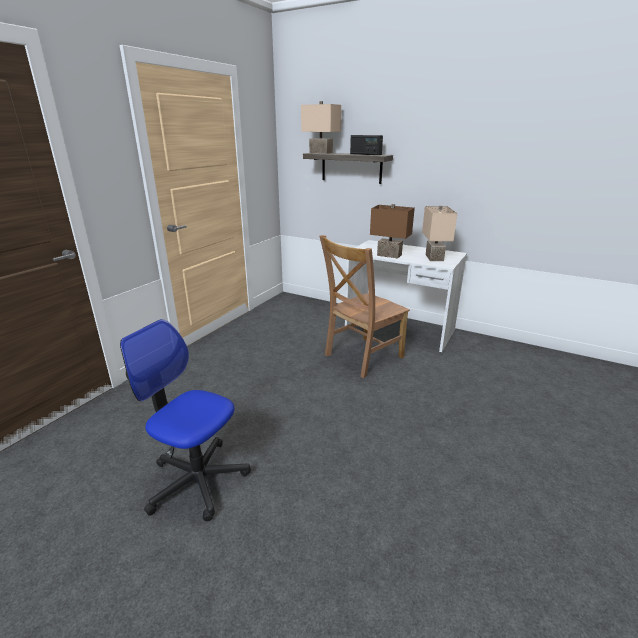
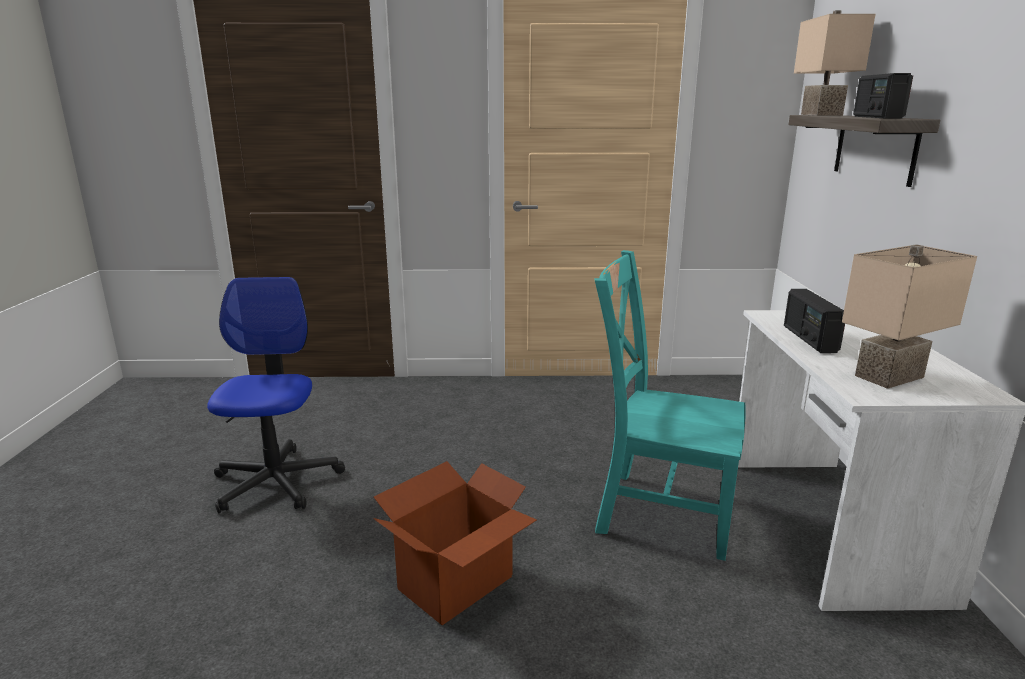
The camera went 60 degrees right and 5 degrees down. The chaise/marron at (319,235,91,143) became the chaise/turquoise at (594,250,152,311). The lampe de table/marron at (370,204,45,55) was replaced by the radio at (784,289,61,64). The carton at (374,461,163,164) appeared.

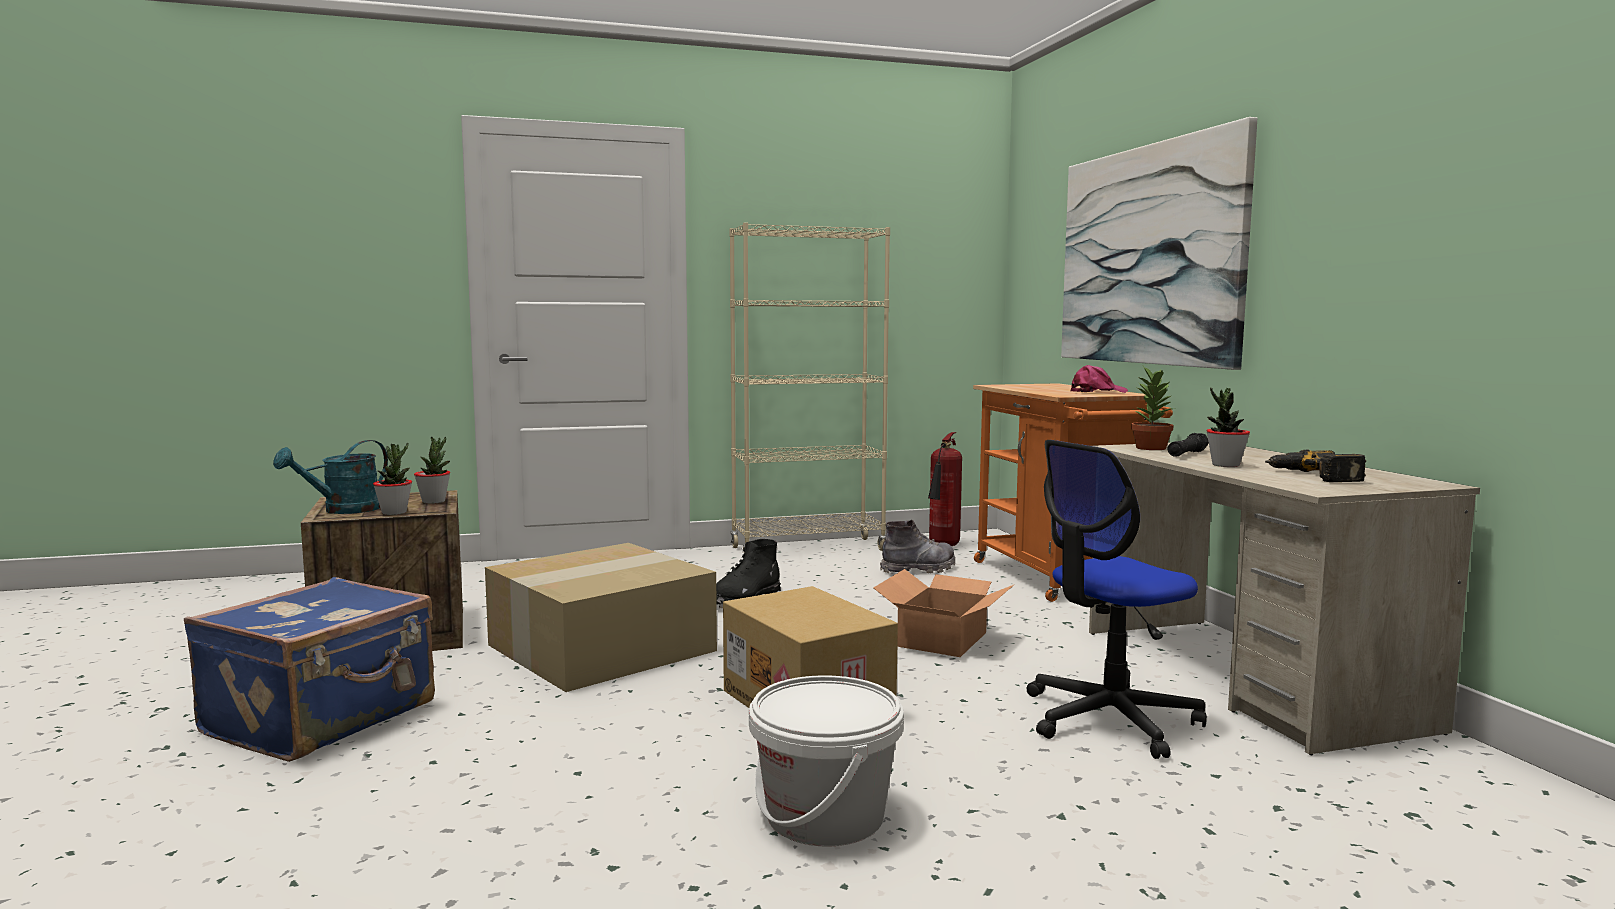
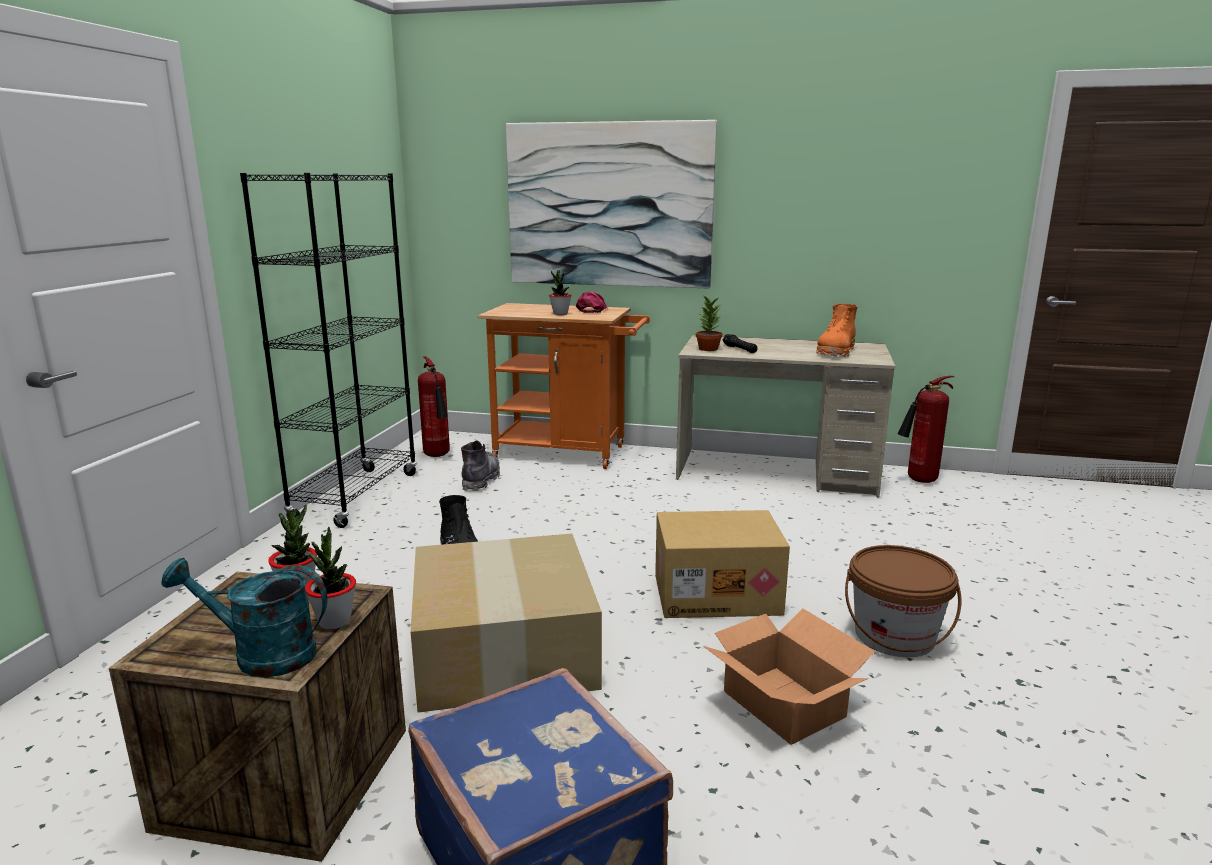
The camera went 60 degrees left and 10 degrees up. The arrosoir/turquoise at (273,440,115,74) turned 120 degrees clockwise. The bibliothèque/beige at (729,223,161,332) became the bibliothèque/noir at (240,173,177,355). The seau/blanc at (749,675,155,172) became the seau/marron at (845,545,116,113). The carton moved from (873,569,141,88) to (703,609,172,136). The chaise de bureau at (1027,440,180,319) disappeared. The plante en pot moved from (1206,388,44,79) to (549,270,22,45). The perceuse at (1265,450,101,32) was replaced by the botte/orange at (816,304,42,53). The extincteur at (898,376,56,107) appeared.

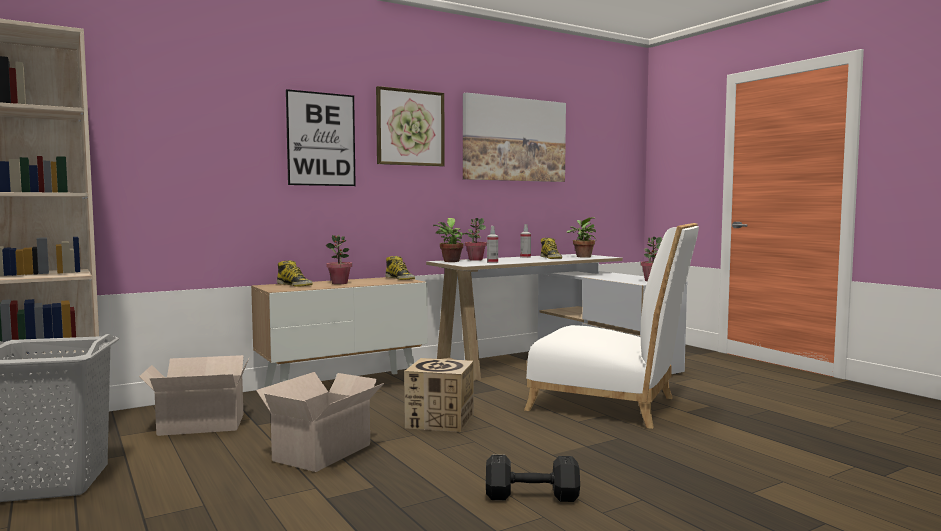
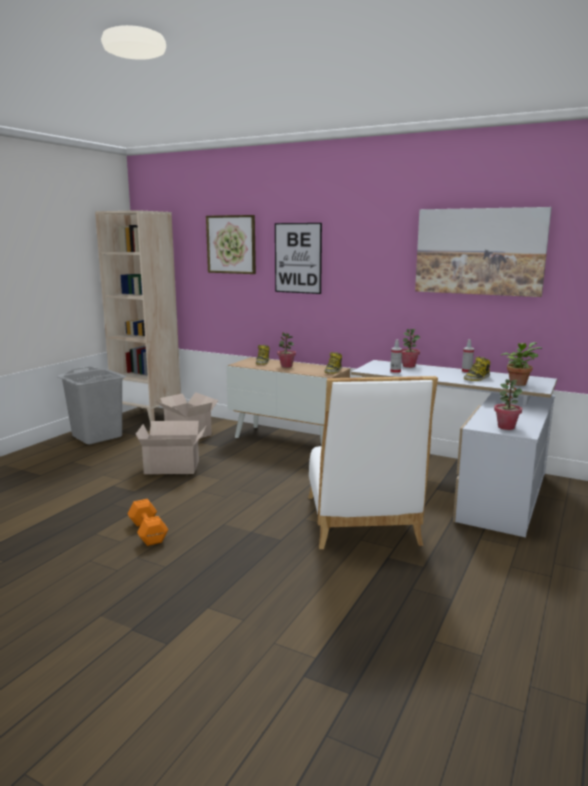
The camera went 60 degrees right and 10 degrees up. The tableau moved from (376,86,69,81) to (206,215,50,59). The carton at (404,358,70,74) disappeared. The plante en pot at (433,218,38,44) disappeared. The haltère/noir at (486,455,94,47) became the haltère/orange at (128,499,40,47).

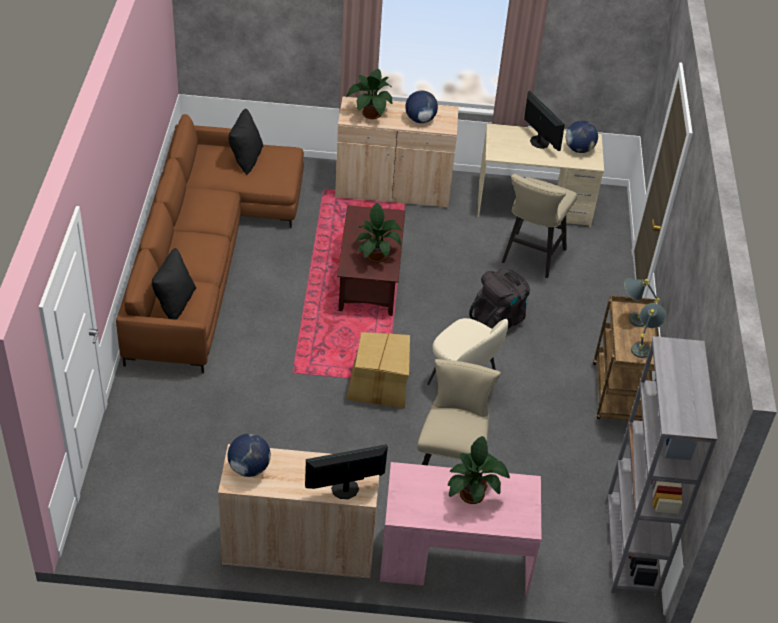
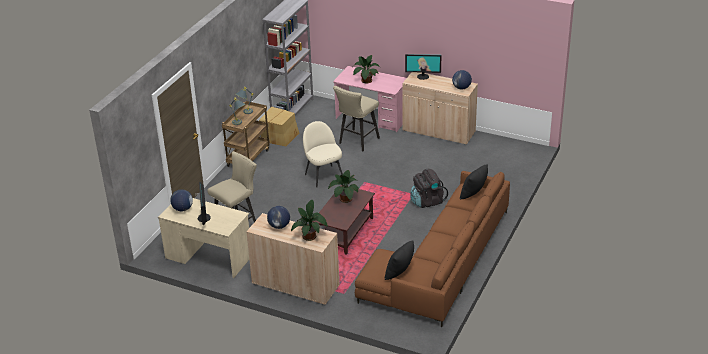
The camera went 155 degrees left and 10 degrees down. The carton moved from (346,332,64,77) to (259,106,40,40). The sac à dos/noir moved from (469,269,61,60) to (410,169,38,39).

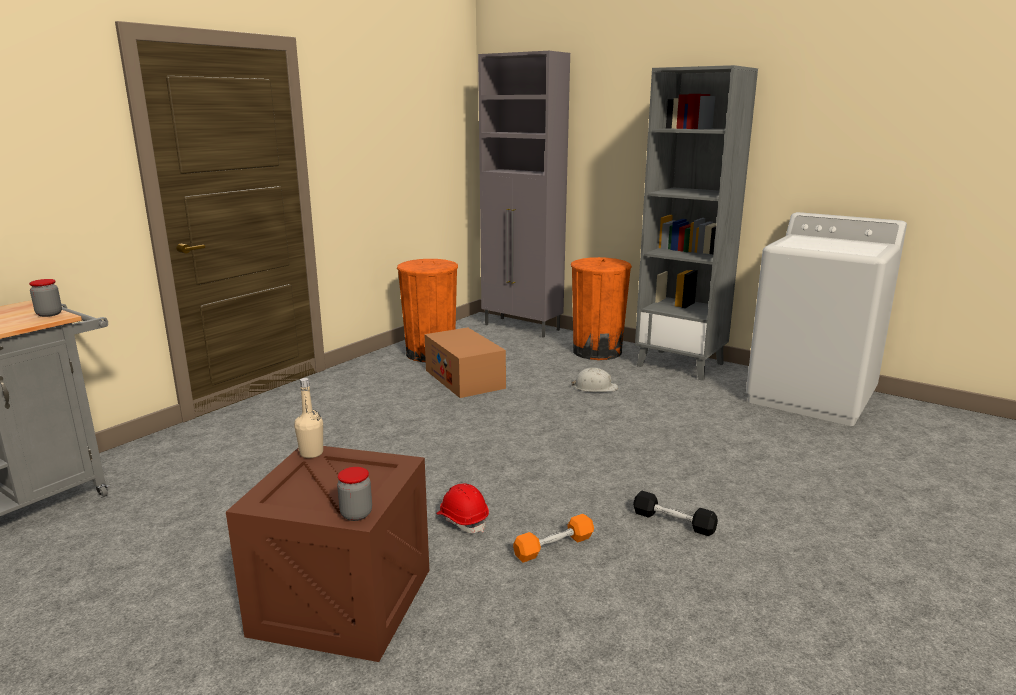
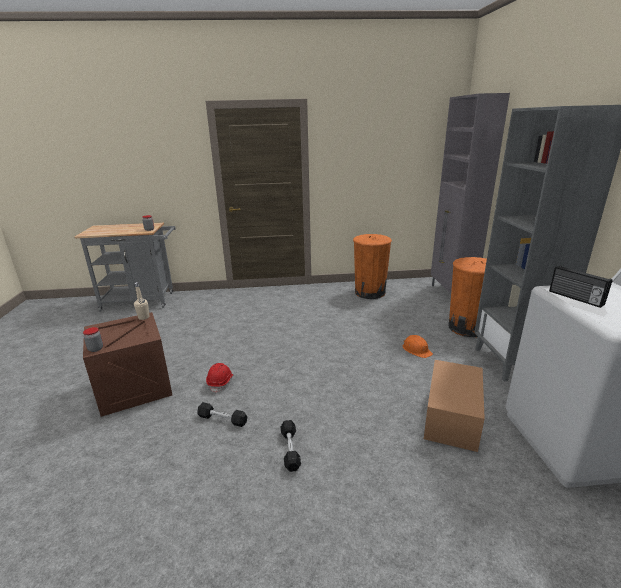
The camera went 50 degrees right and 5 degrees up. The carton moved from (424,327,82,71) to (424,360,61,92). The haltère/orange at (513,514,81,49) became the haltère/noir at (197,402,51,25). The casque de chantier/blanc at (571,368,47,24) became the casque de chantier/orange at (403,335,30,23). The radio at (549,266,64,42) appeared.

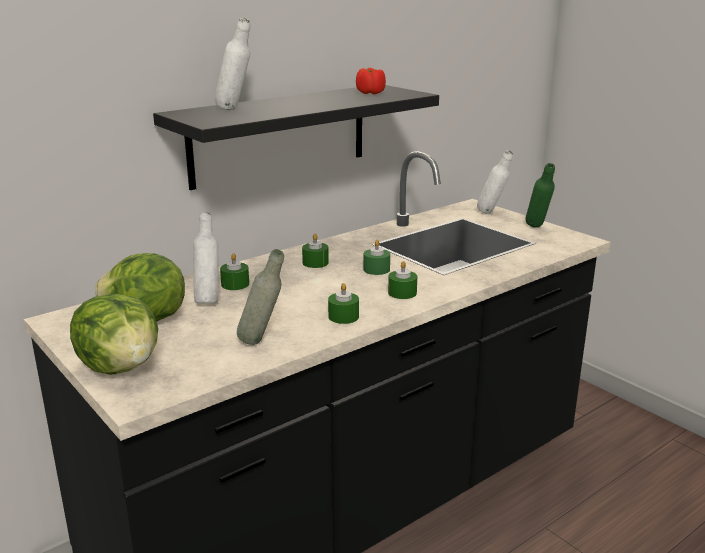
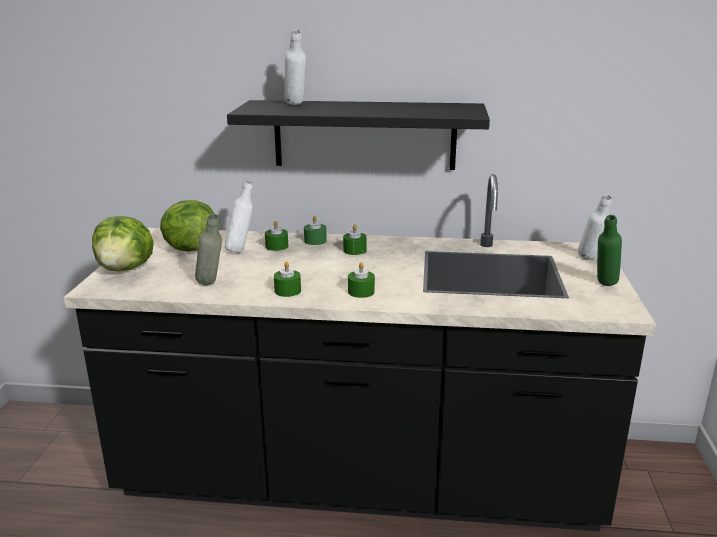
The camera went 45 degrees right and 0 degrees up. The tomate at (356,68,30,26) disappeared. The bougie/vert moved from (364,240,26,35) to (304,216,23,29).

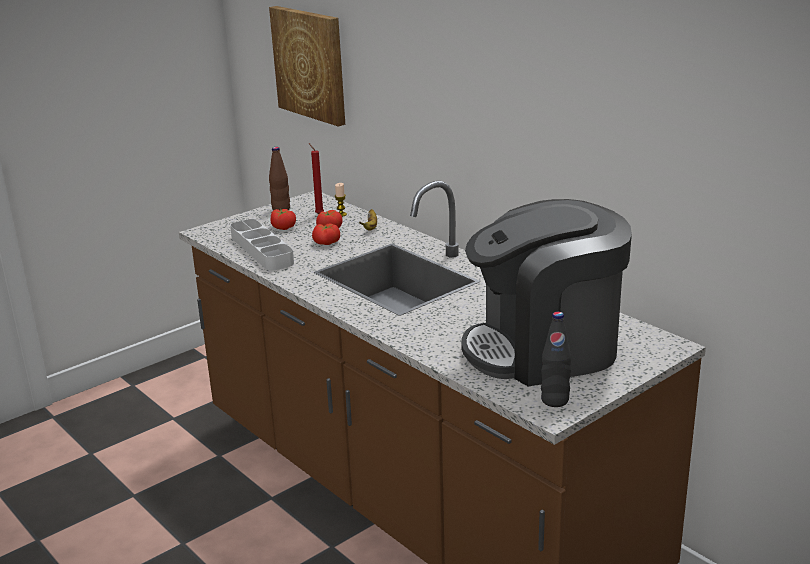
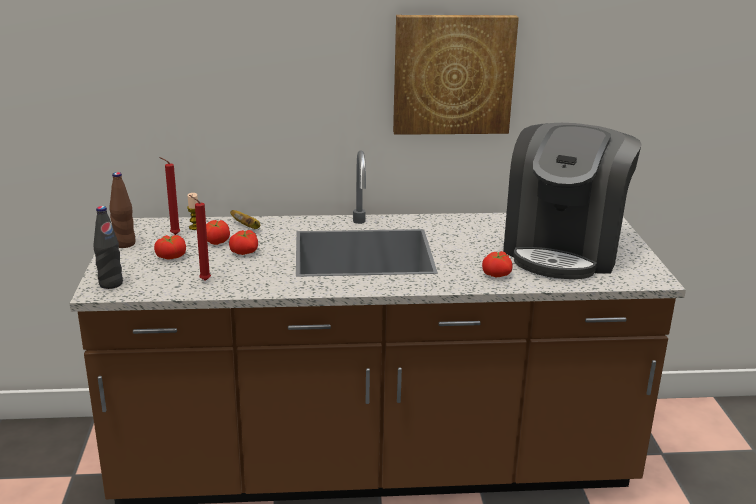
The camera went 55 degrees left and 0 degrees up. The plateau/gris at (230,219,64,51) was replaced by the bougie/rouge at (189,195,22,86). The tableau moved from (269,6,76,120) to (393,15,126,120). The bouteille/noir moved from (541,312,30,95) to (93,206,30,83). The tomate at (482,251,30,27) appeared.

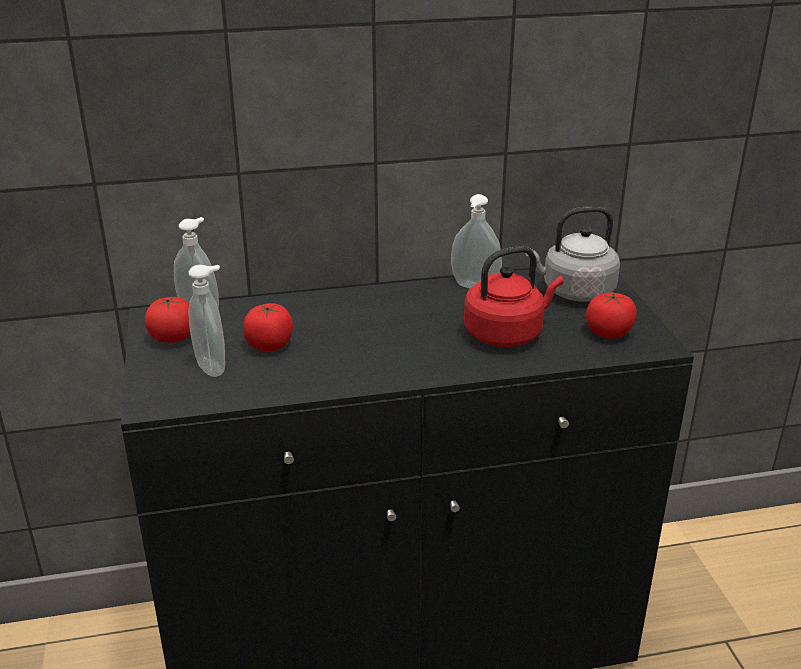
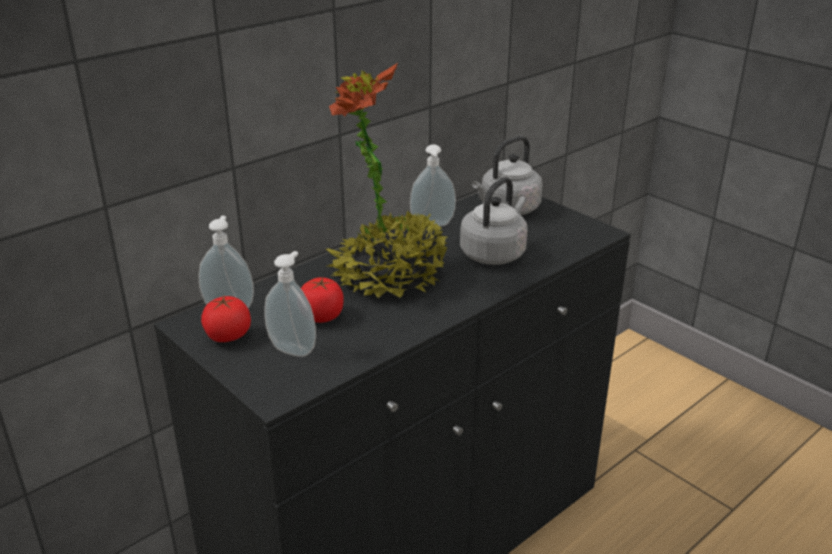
The camera went 30 degrees left and 0 degrees up. The bouilloire/rouge at (464,246,100,101) became the bouilloire/gris at (460,177,67,88). The tomate at (586,292,51,47) disappeared. The plante en pot at (326,63,121,235) appeared.

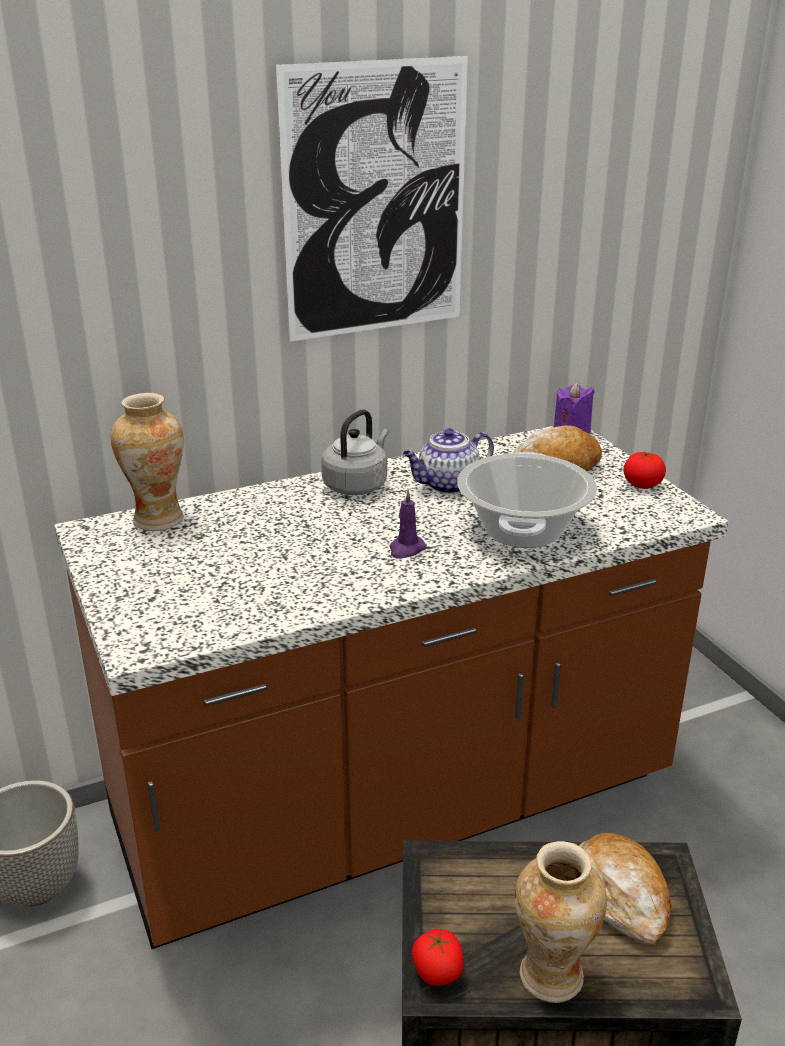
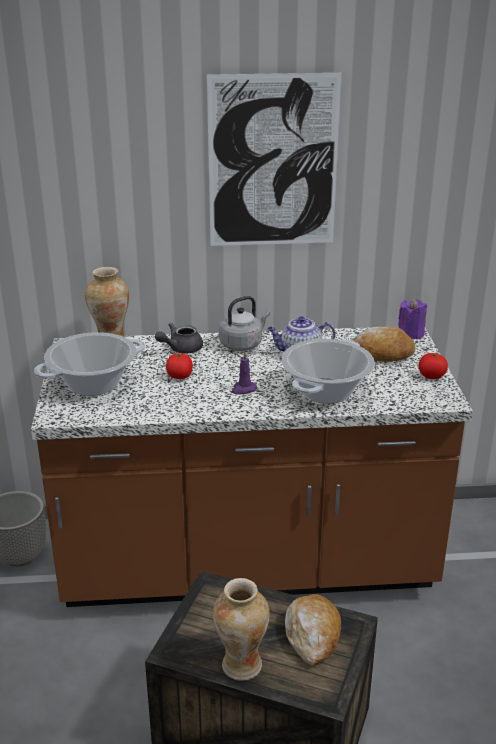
The camera went 20 degrees right and 0 degrees up. The tomate moved from (412,929,52,57) to (166,354,27,25). The marmite at (34,332,111,64) appeared. The théière/gris at (155,323,48,31) appeared.

